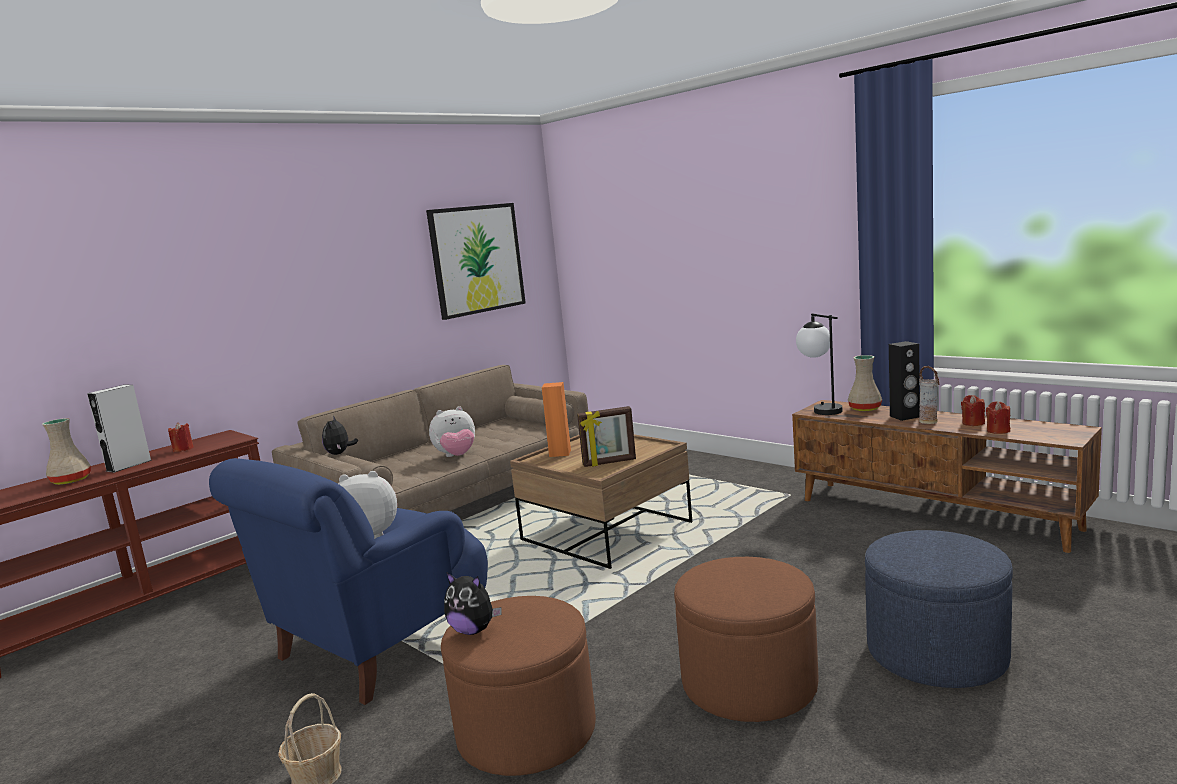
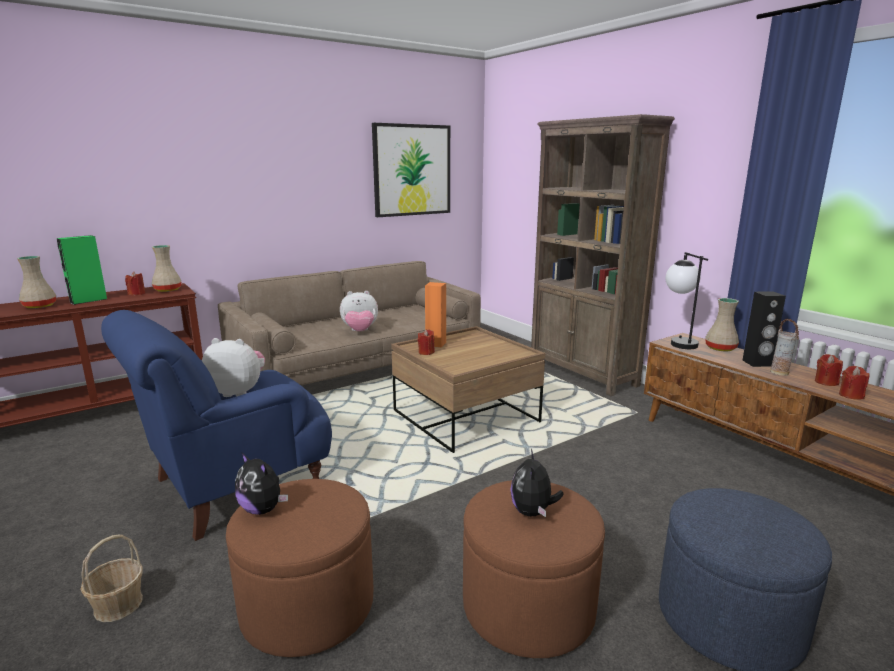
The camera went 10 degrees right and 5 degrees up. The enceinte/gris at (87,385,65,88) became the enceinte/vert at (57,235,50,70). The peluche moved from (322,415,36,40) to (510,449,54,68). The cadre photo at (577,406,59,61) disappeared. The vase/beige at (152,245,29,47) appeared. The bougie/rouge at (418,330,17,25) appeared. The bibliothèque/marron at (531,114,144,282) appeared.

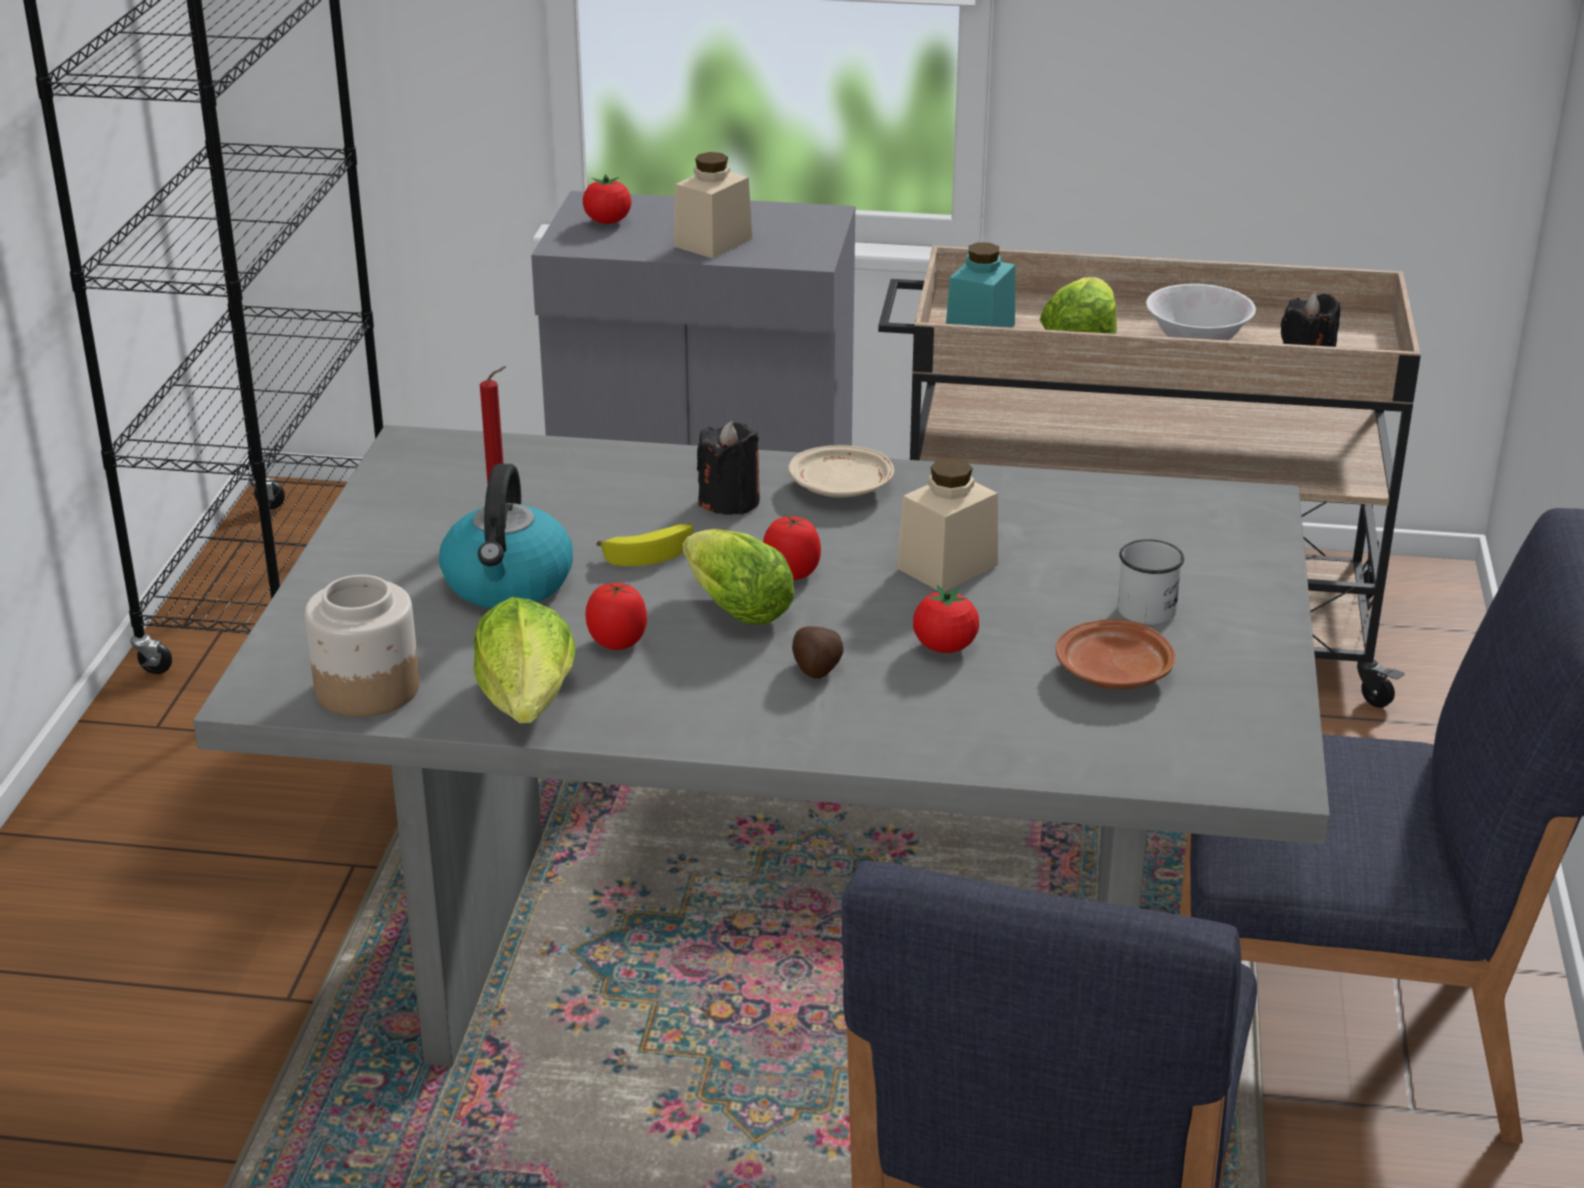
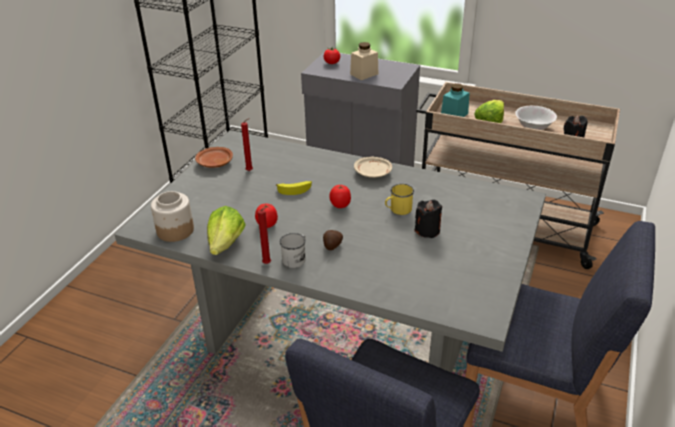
The camera went 15 degrees right and 5 degrees up. The bouilloire at (439,464,134,144) disappeared. The laitue at (683,529,112,96) disappeared. The bougie/noir moved from (697,421,63,94) to (415,200,27,38). The bocal/beige at (897,458,101,133) was replaced by the mug/jaune at (385,184,29,31). The tomate at (913,585,66,68) disappeared. The assiette/marron moved from (1056,619,120,70) to (195,147,38,21). The mug/blanc moved from (1118,539,66,86) to (280,233,26,35). The bougie/rouge at (258,208,13,56) appeared.

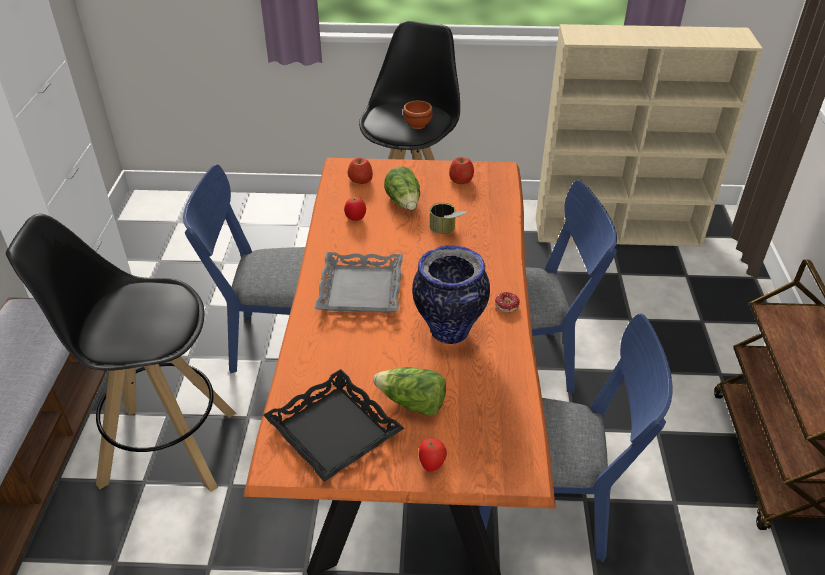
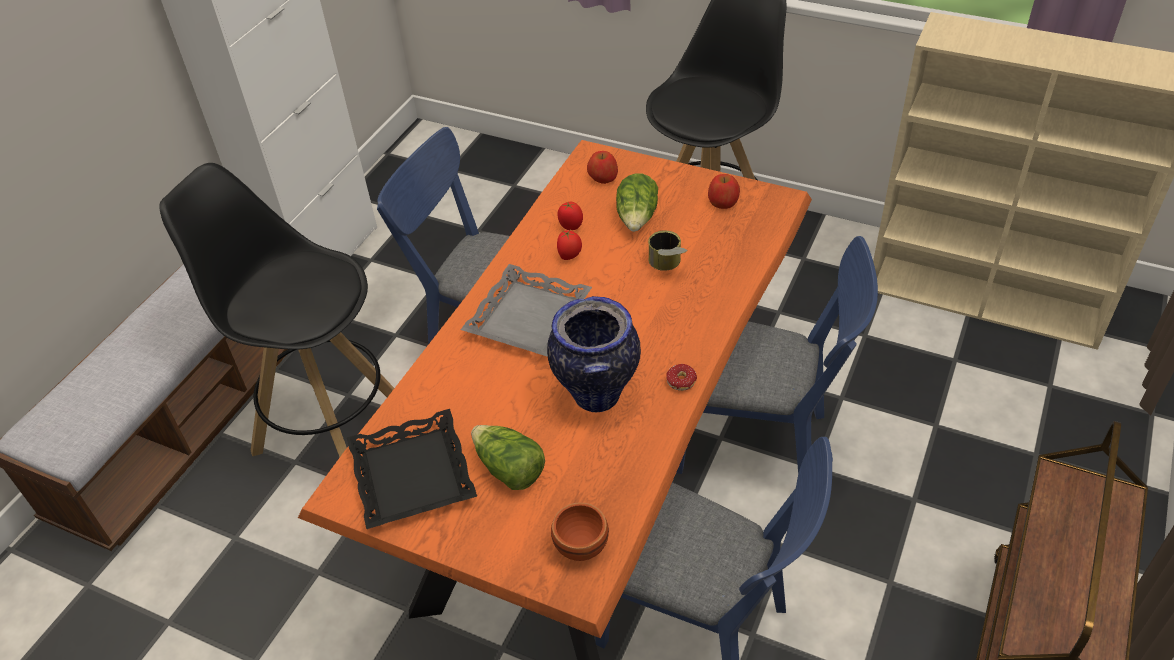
The camera went 25 degrees right and 5 degrees up. The bol/marron moved from (403,101,30,28) to (551,502,58,59). The tomate moved from (419,438,28,34) to (557,230,25,30).

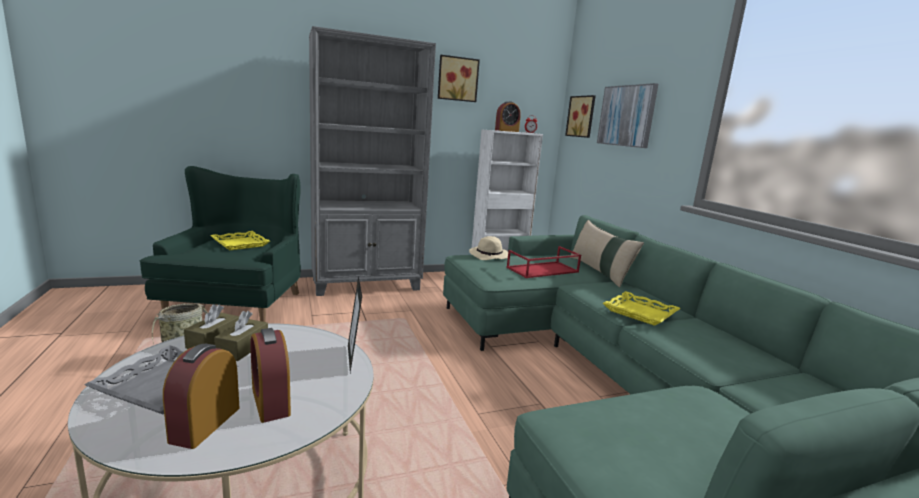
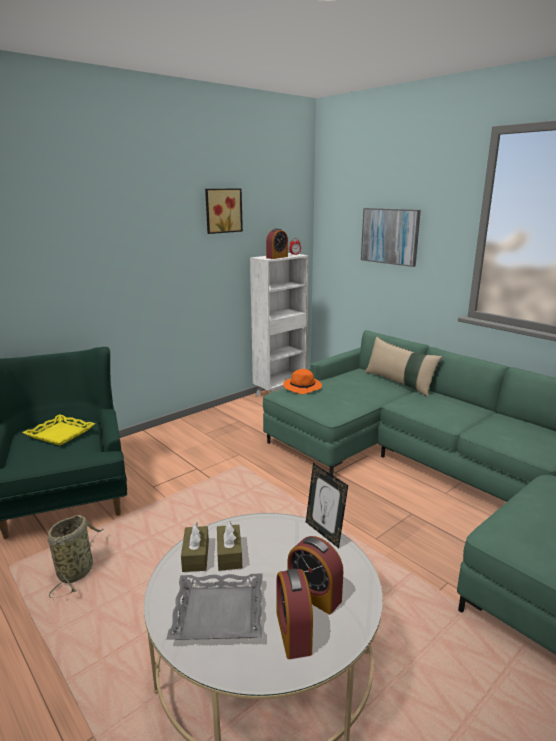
The camera went 20 degrees left and 5 degrees up. The bibliothèque/gris at (309,26,127,270) disappeared. The chapeau/beige at (469,236,39,24) became the chapeau/orange at (283,369,39,25). The plateau/rouge at (506,246,75,32) disappeared. The tableau at (565,95,31,43) disappeared. The plateau/jaune at (603,291,78,35) disappeared.

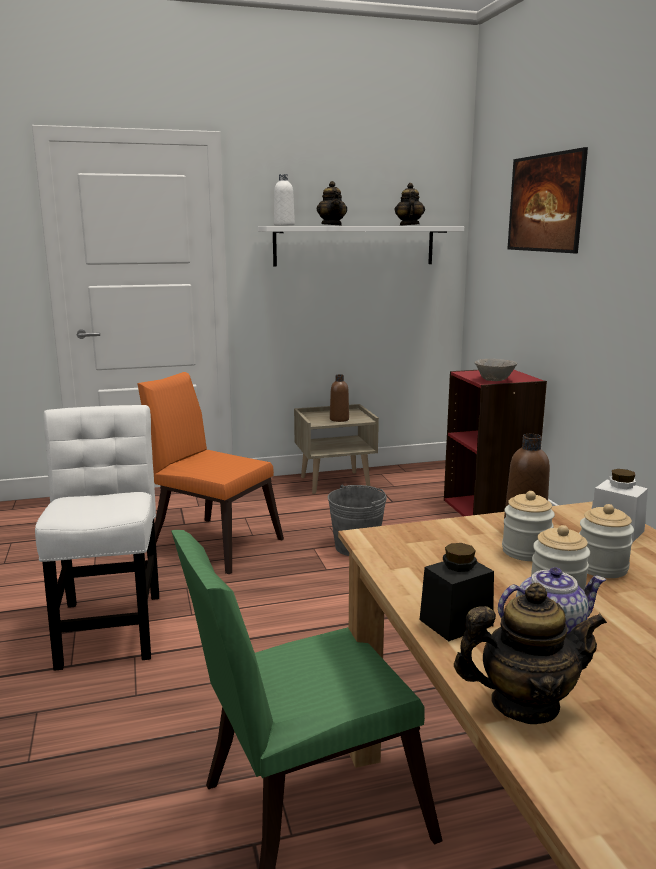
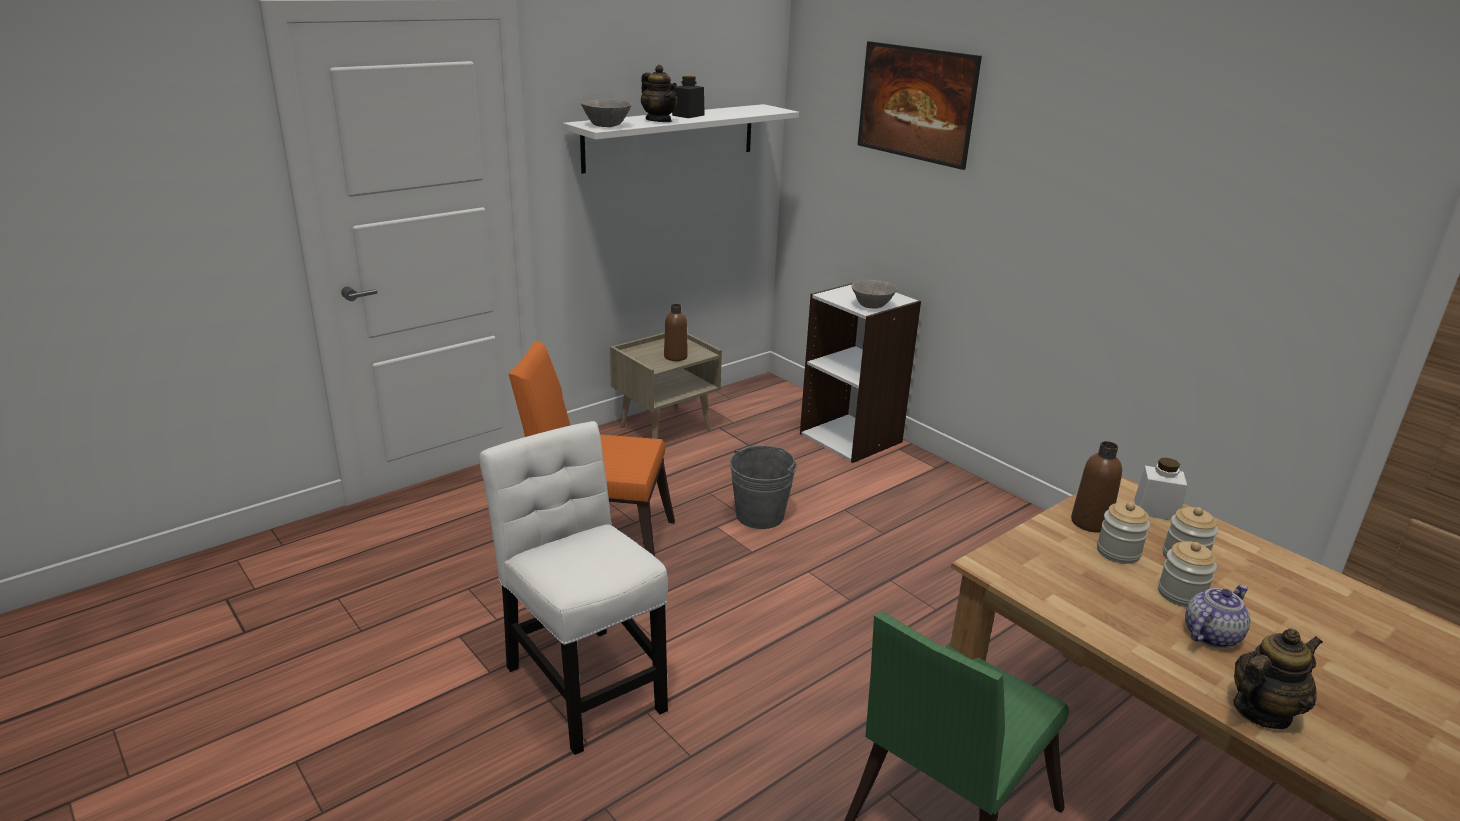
The camera went 25 degrees left and 10 degrees up. The bouteille/blanc at (274,174,21,52) was replaced by the bol/gris at (581,99,51,28). The théière at (395,183,30,43) disappeared. The bocal/noir moved from (420,543,74,98) to (672,76,33,42). The bibliothèque/rouge at (444,370,103,146) became the bibliothèque/blanc at (800,283,121,180).

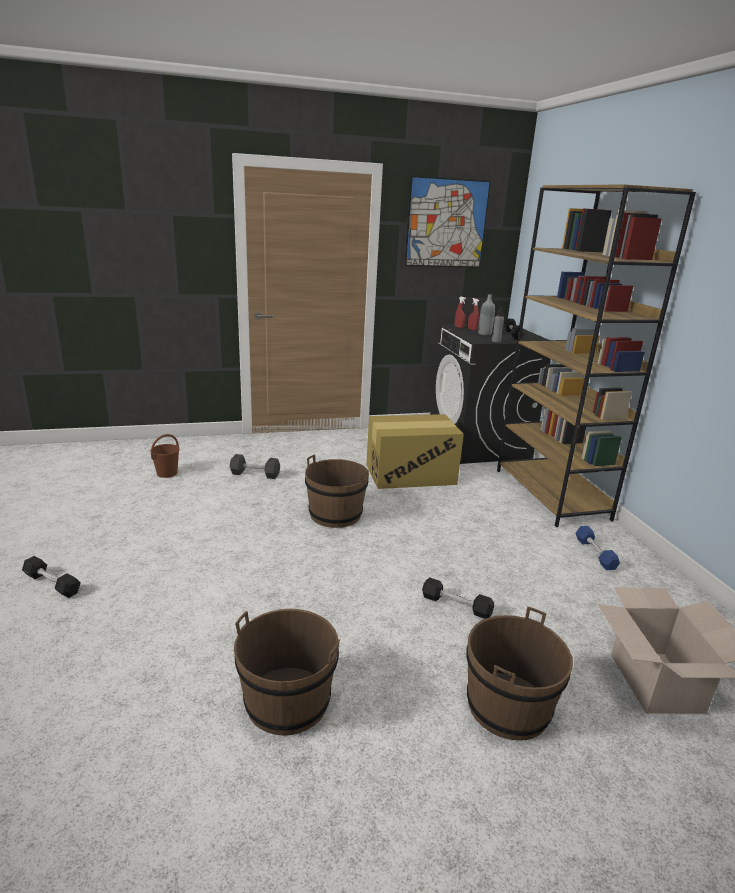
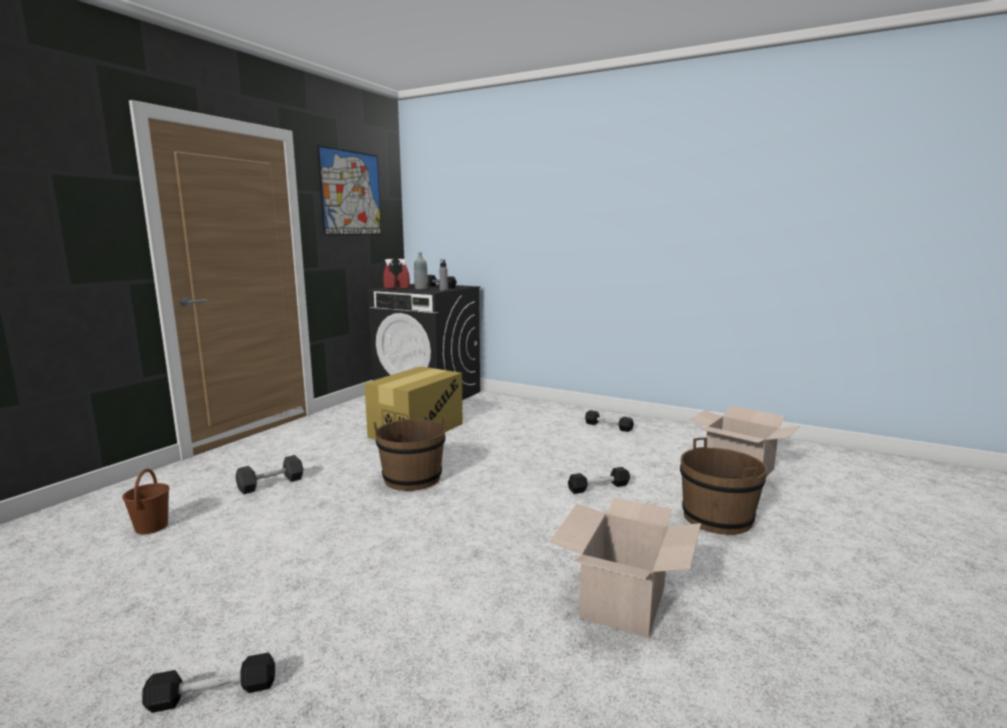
The camera went 45 degrees left and 10 degrees down. The seau/marron at (234,609,106,127) was replaced by the carton at (550,497,151,141). The bibliothèque/marron at (497,184,199,343) disappeared. The haltère/bleu at (576,526,44,44) became the haltère/noir at (585,410,49,22).

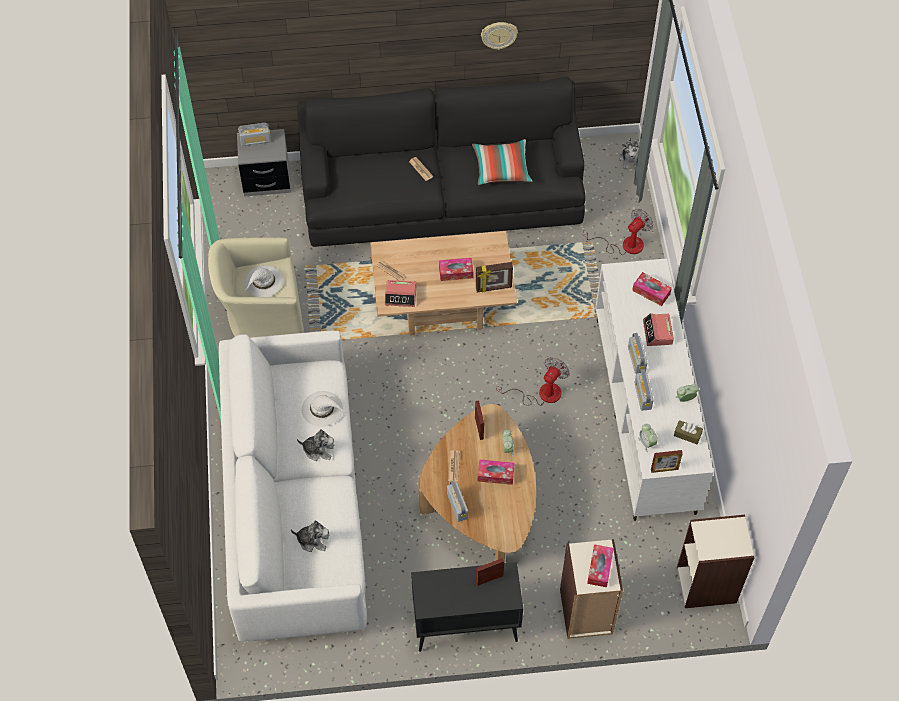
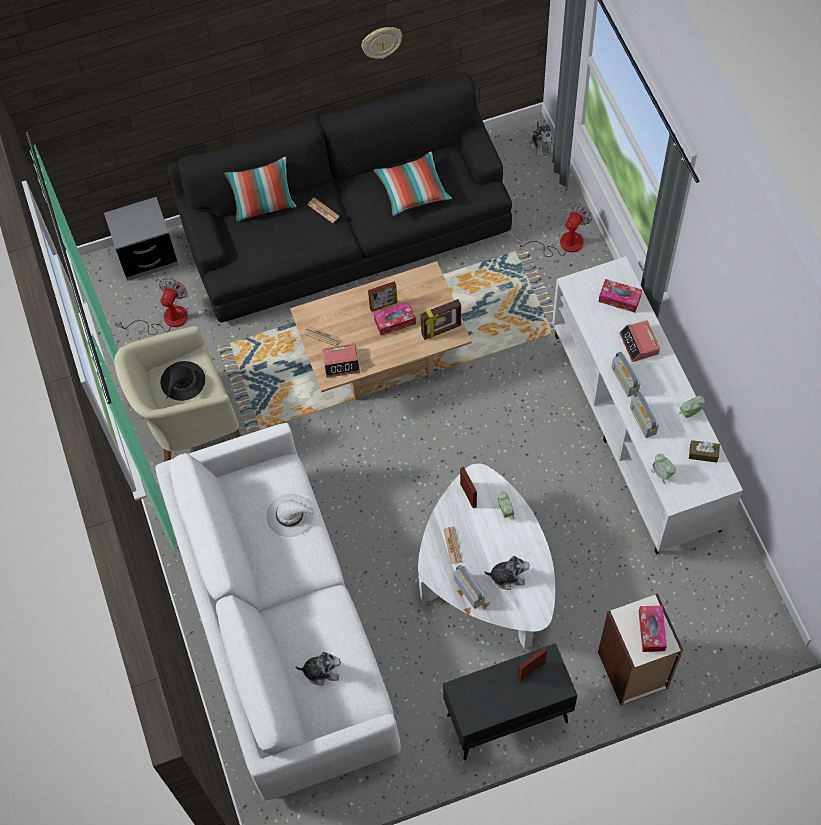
The camera went 10 degrees left and 5 degrees up. The radio at (238,123,32,23) disappeared. The chapeau/blanc at (244,265,39,32) became the chapeau/noir at (161,361,44,40). The peluche moved from (297,429,37,32) to (484,556,46,34). The table basse/marron at (419,404,117,159) became the table basse/blanc at (418,464,137,185). The boîte à mouchoirs at (478,459,37,26) disappeared. The ventilateur moved from (497,357,73,49) to (115,278,73,57). The cadre photo moved from (651,450,32,23) to (368,281,30,31). The bibliothèque at (677,515,77,93) disappeared. The coussin at (224,156,73,66) appeared.

